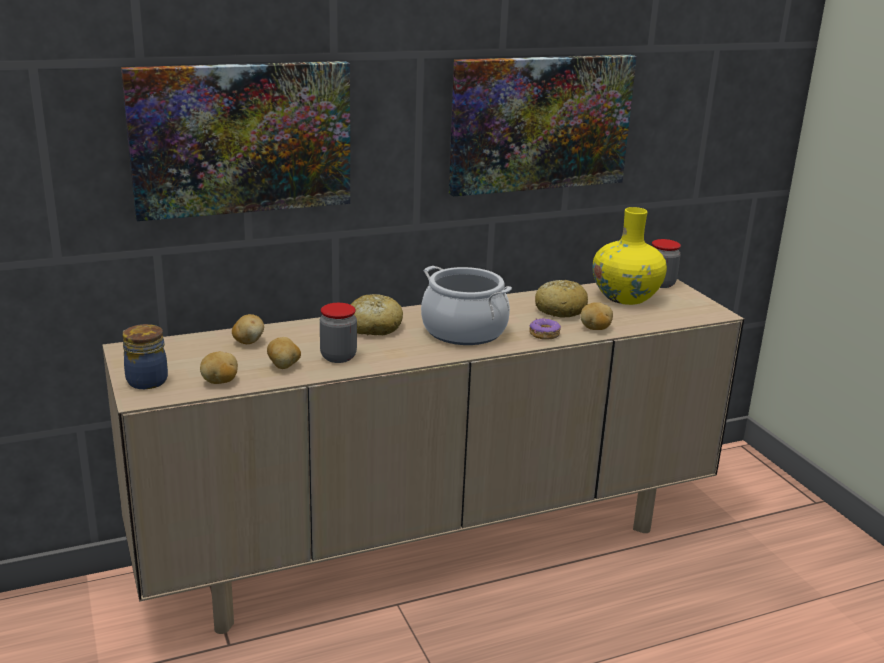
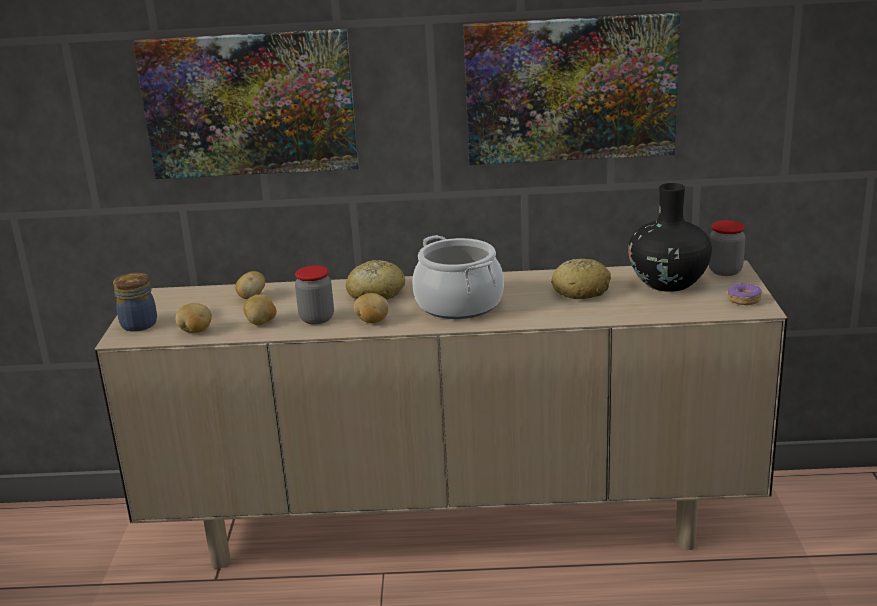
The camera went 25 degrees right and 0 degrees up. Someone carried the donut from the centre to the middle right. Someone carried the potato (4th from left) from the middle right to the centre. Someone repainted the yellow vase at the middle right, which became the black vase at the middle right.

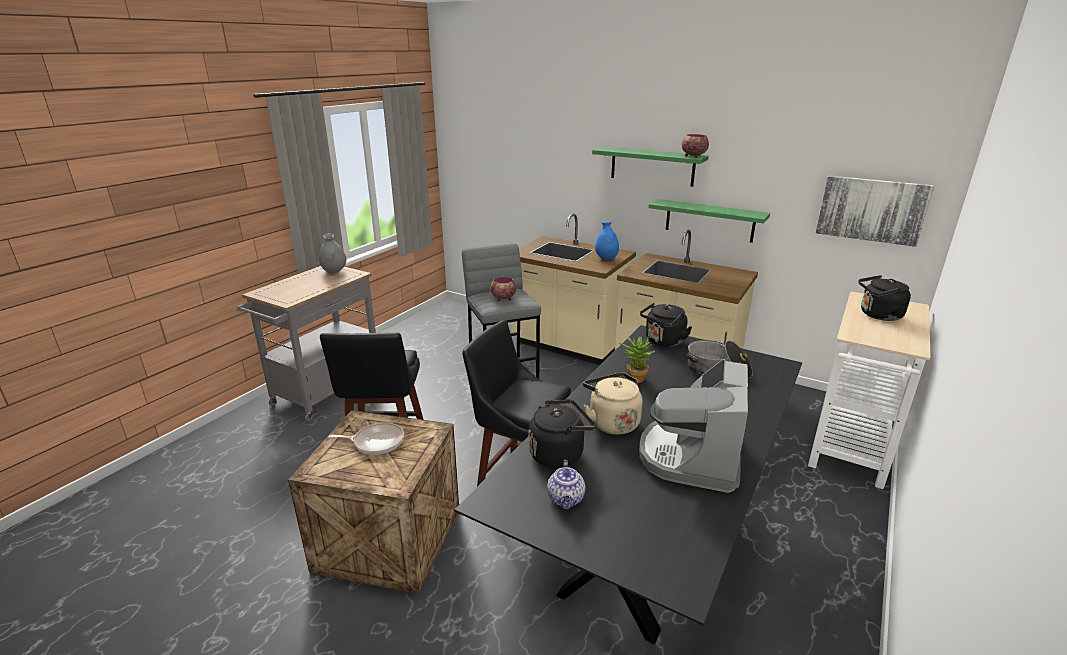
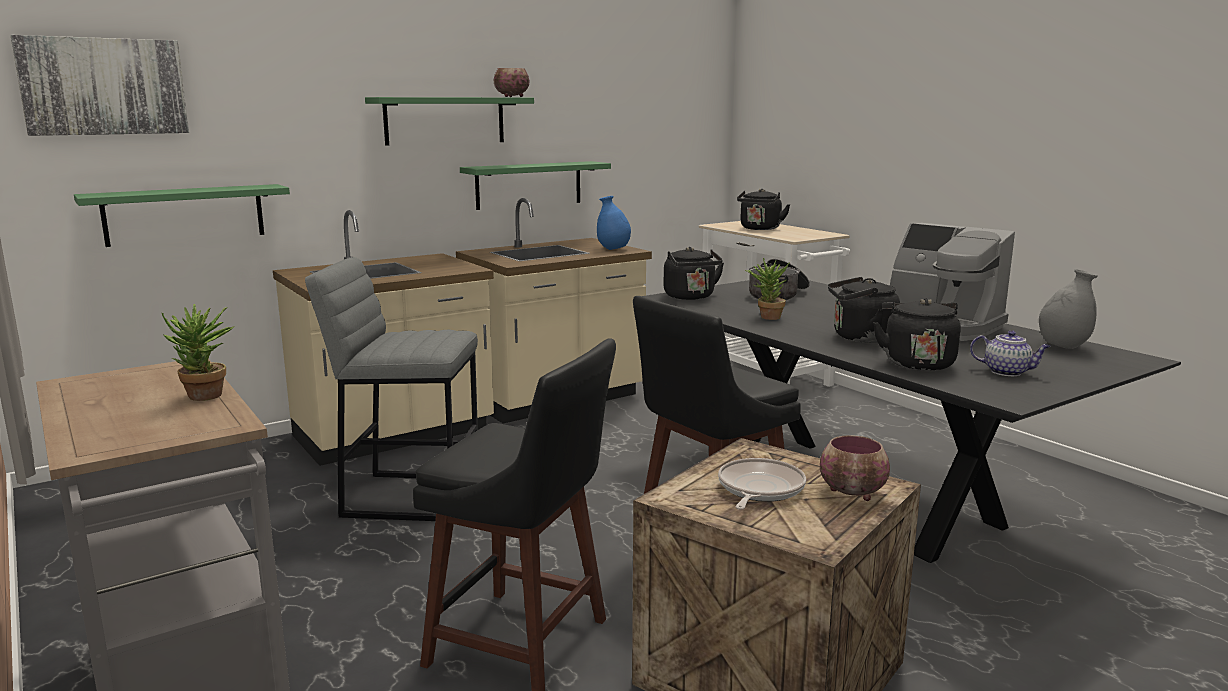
The camera went 65 degrees left and 10 degrees down. Someone carried the grey vase from the middle left to the middle right. Someone carried the bowl (1st from left in the first image) from the centre to the bottom right. Someone repainted the beige kettle at the centre, which became the black kettle (3rd from left) at the middle right. Someone carried the blue vase from the centre to the top centre. Someone carried the picture from the top right to the top left. Someone put up the green shelf (1st from left) at the top left. Someone put down the potted plant (1st from left) at the middle left.

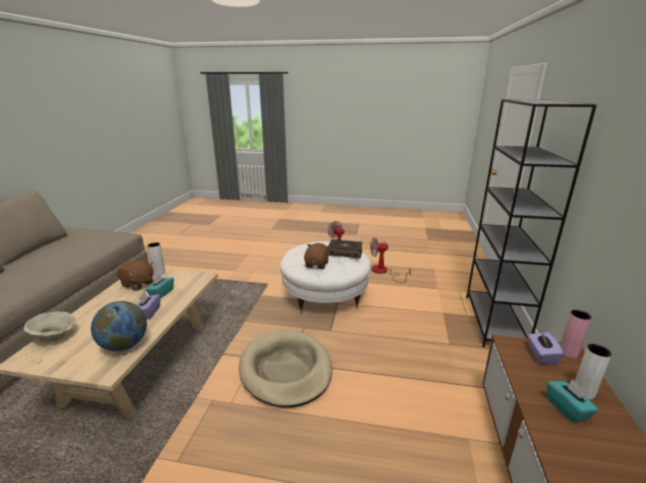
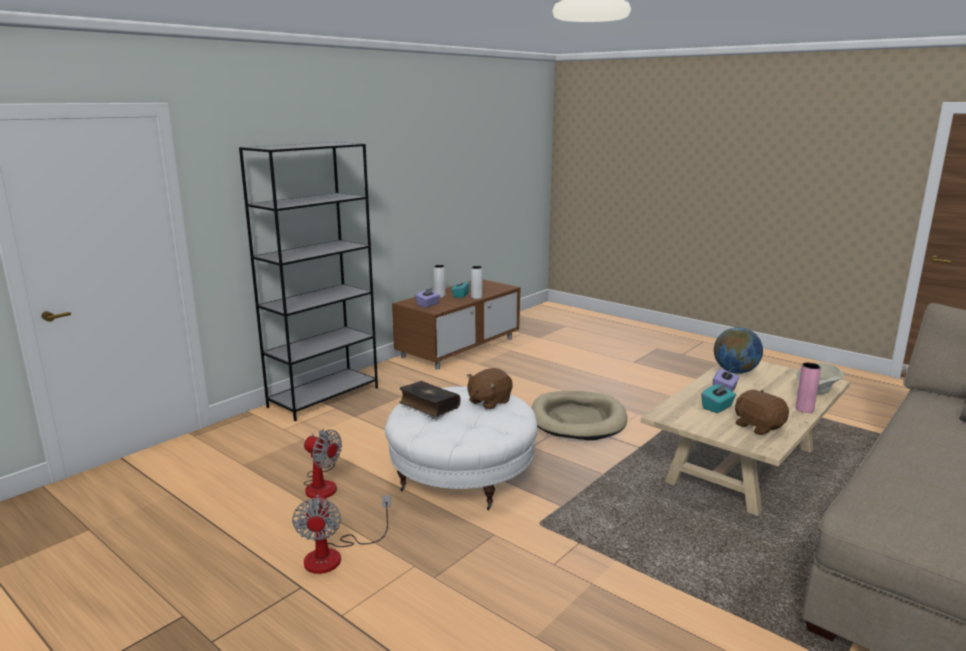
The camera went 150 degrees left and 5 degrees down. Someone carried the white vase (1st from left in the first image) from the middle left to the centre. Someone carried the pink vase from the bottom right to the middle right.

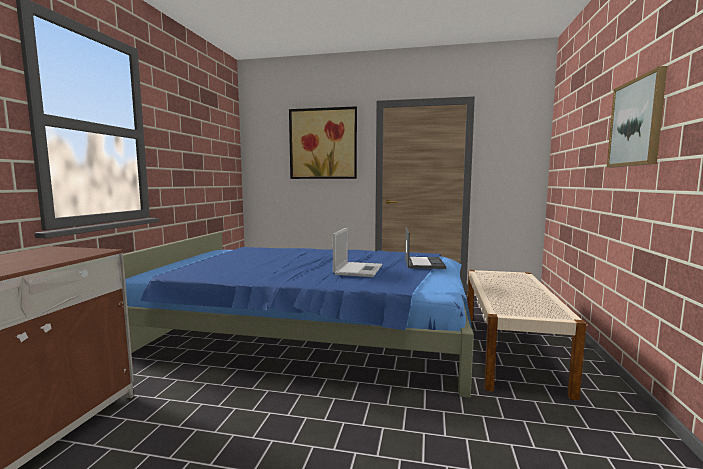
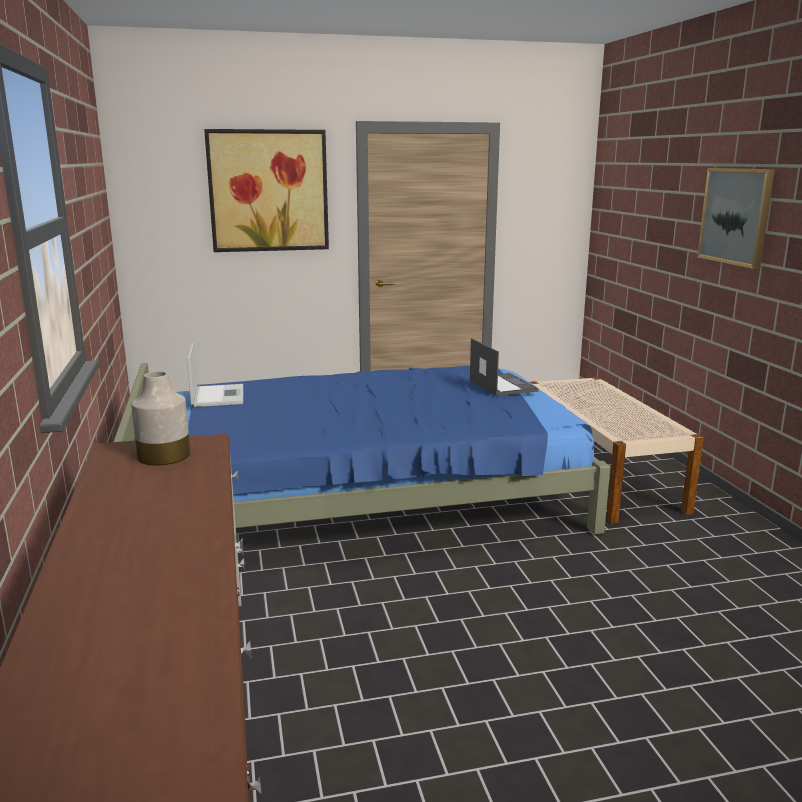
The camera went 25 degrees left and 10 degrees up. Someone carried the laptop (1st from left) from the centre to the middle left. Someone put down the beige vase at the middle left.

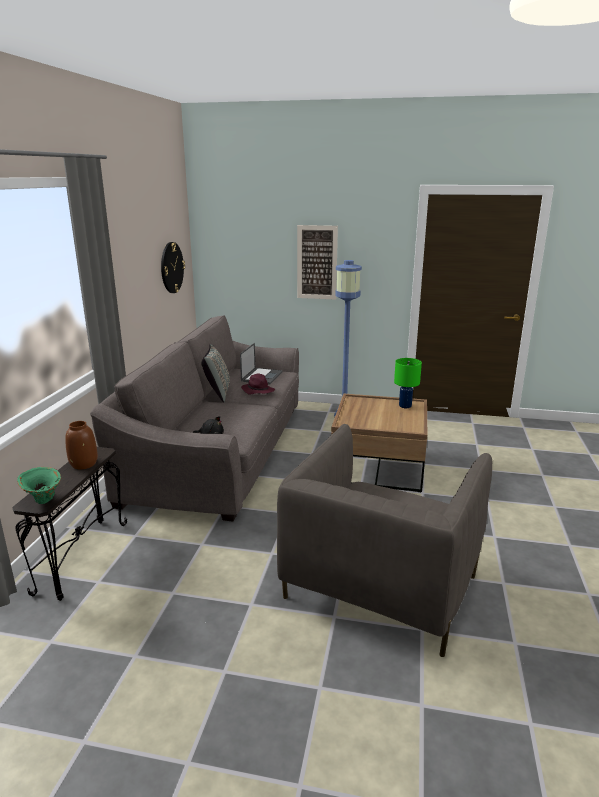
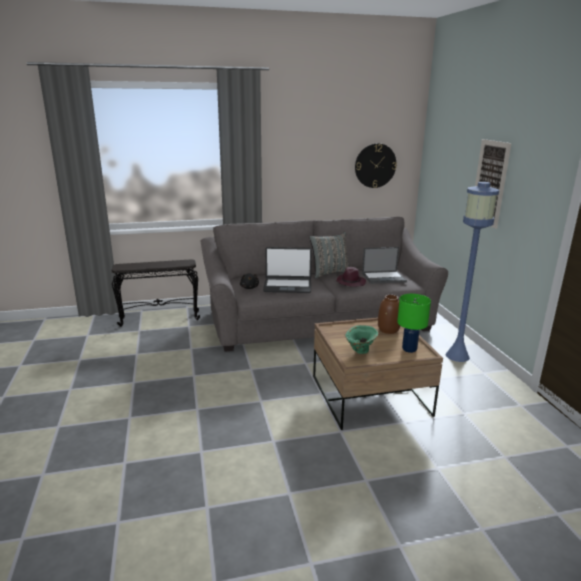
The camera went 65 degrees right and 0 degrees up. Someone carried the green vase from the middle left to the centre. Someone carried the brown vase from the middle left to the middle right. Someone took away the grey armchair at the bottom centre. Someone put down the laptop (1st from left) at the centre.

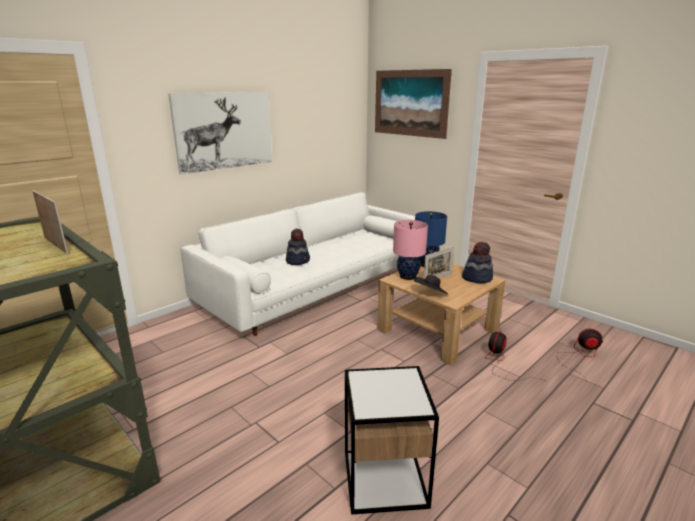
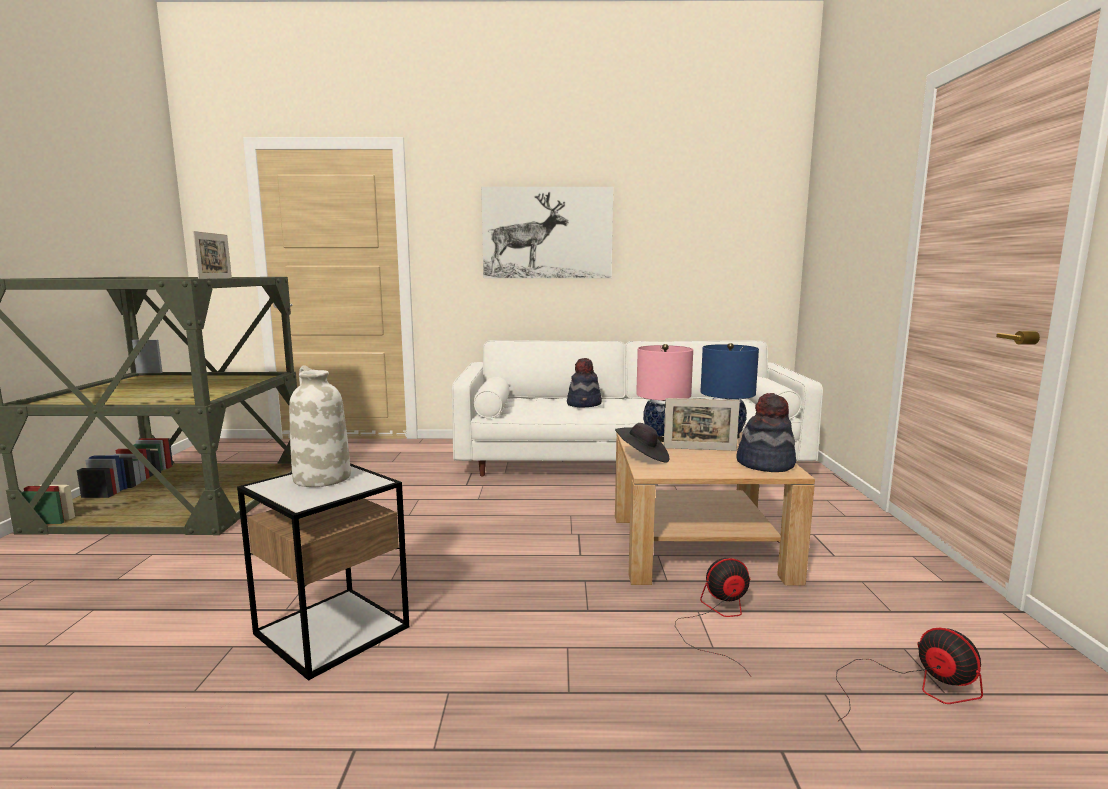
The camera went 45 degrees right and 10 degrees down. Someone took away the picture (2nd from left) at the top centre. Someone put down the white vase at the middle left.

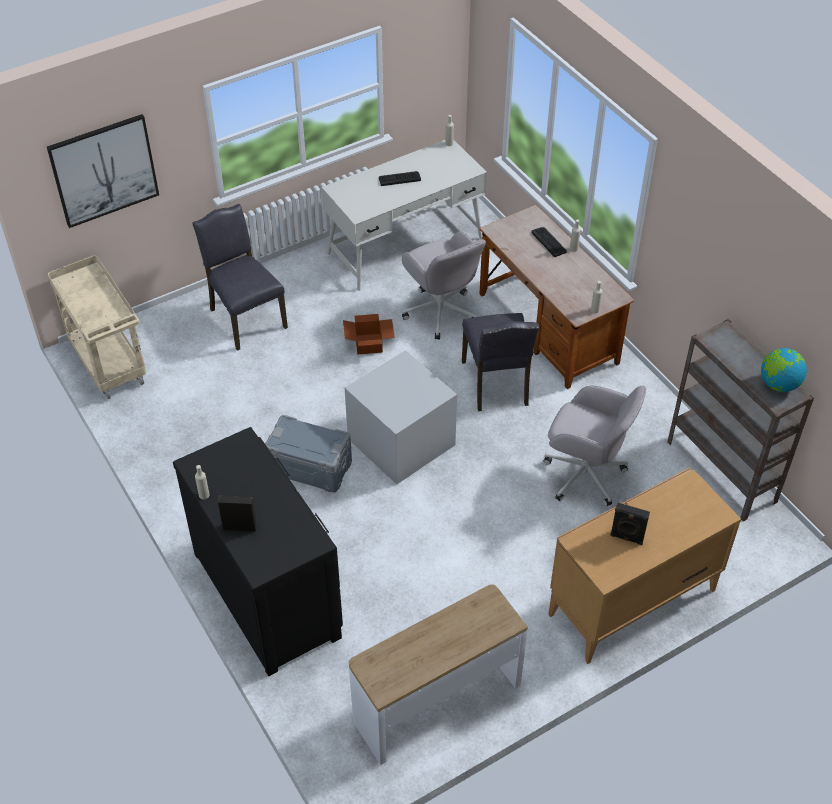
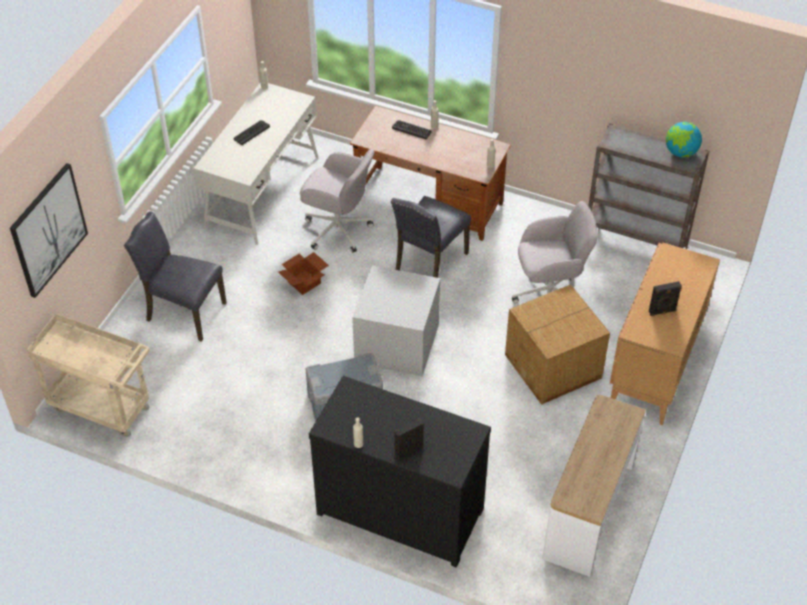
The camera went 35 degrees left and 0 degrees up. Someone rotated the grey chair (2nd from left) at the centre by 75 degrees clockwise. Someone put down the cardboard box (2nd from left) at the middle right.

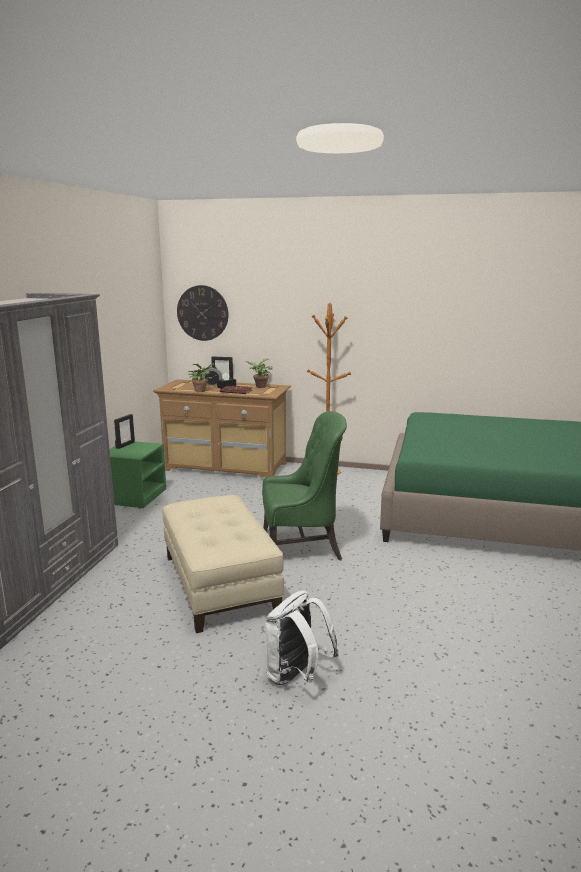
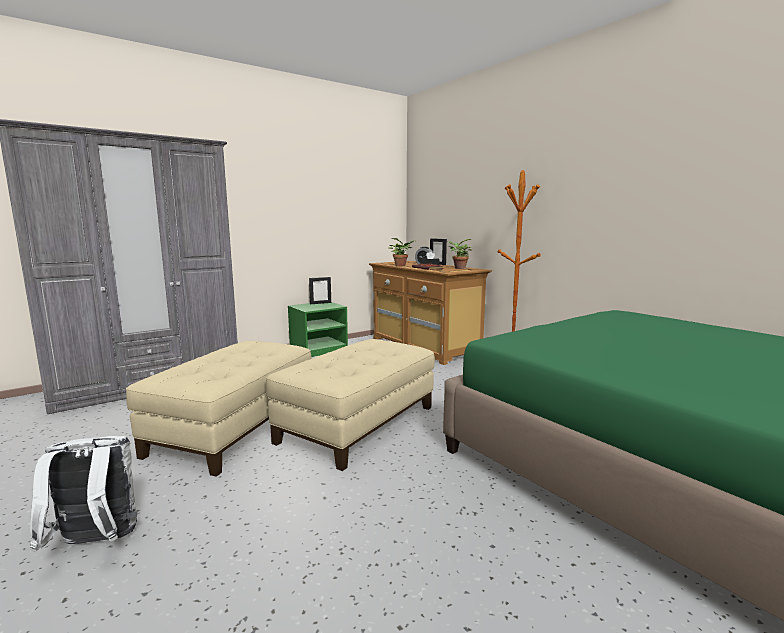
The camera went 40 degrees right and 5 degrees down. Someone took away the wall clock at the centre. Someone swapped the green chair at the centre for the beige ottoman (2nd from left) at the centre.

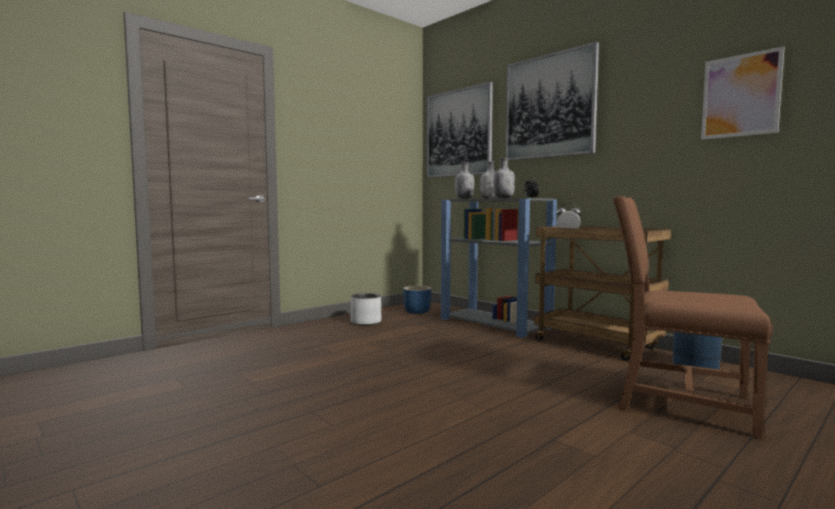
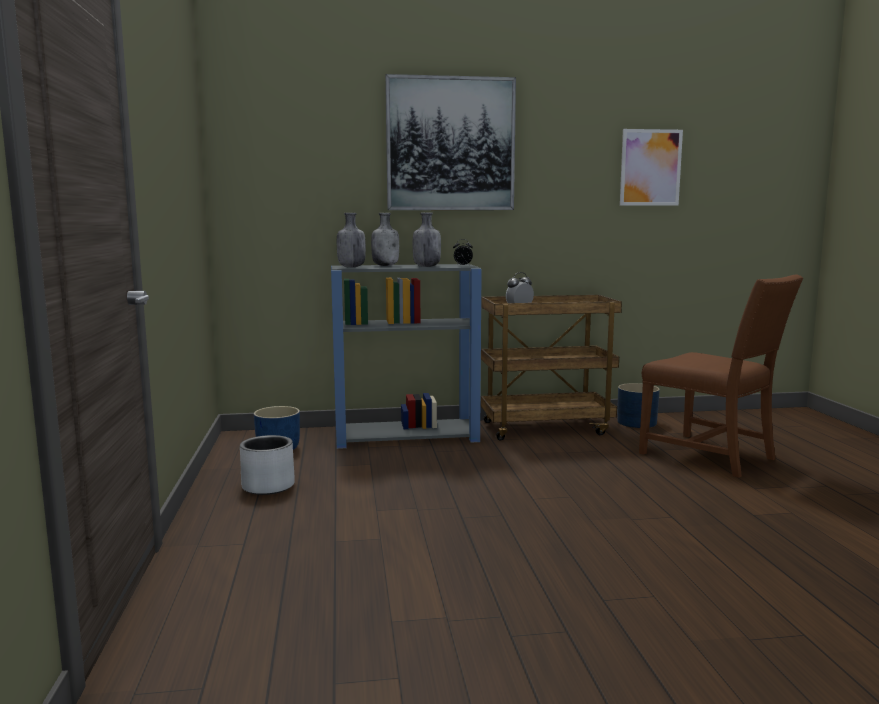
The camera went 55 degrees left and 5 degrees up. Someone took away the picture (1st from left) at the top centre. Someone rotated the brown chair at the middle right by 105 degrees counterclockwise.

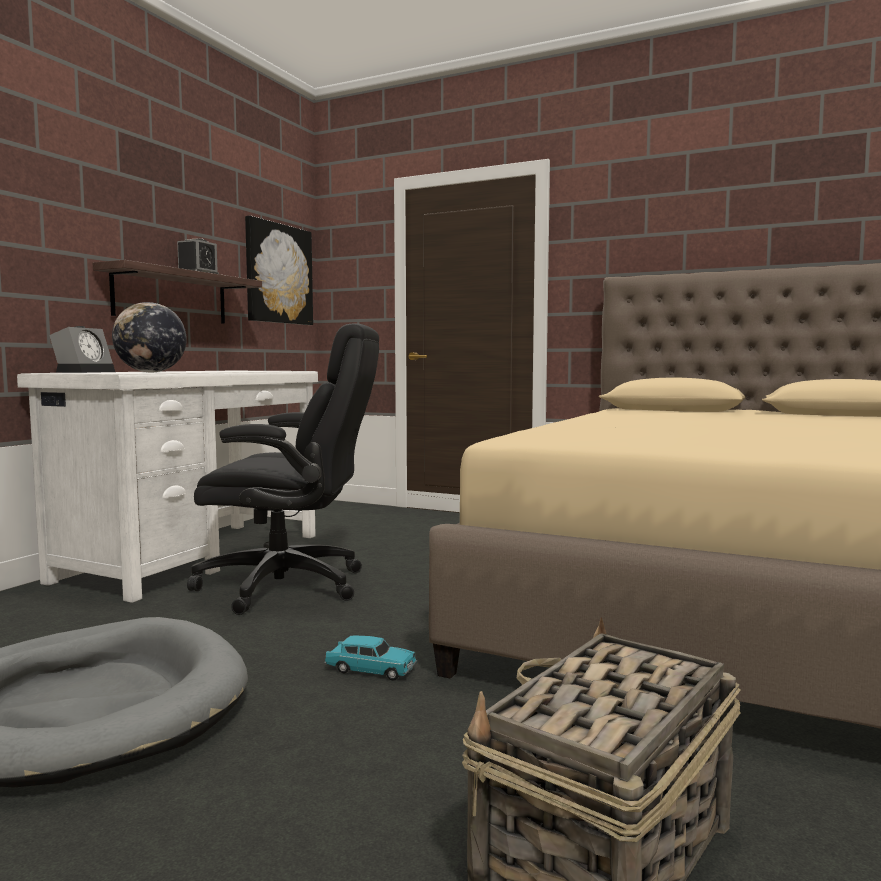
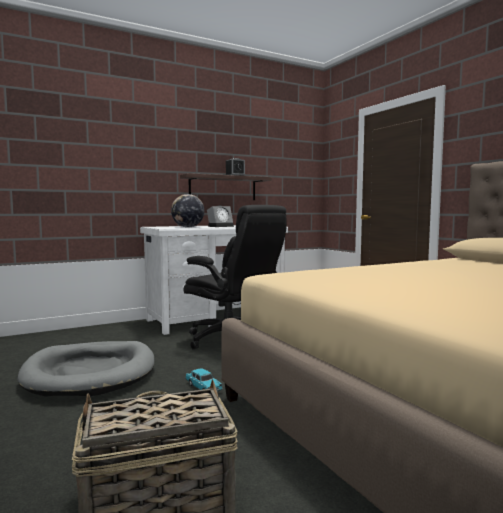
The camera went 35 degrees right and 0 degrees up. Someone carried the alarm clock (1st from left) from the middle left to the centre. Someone took away the picture at the top left.

